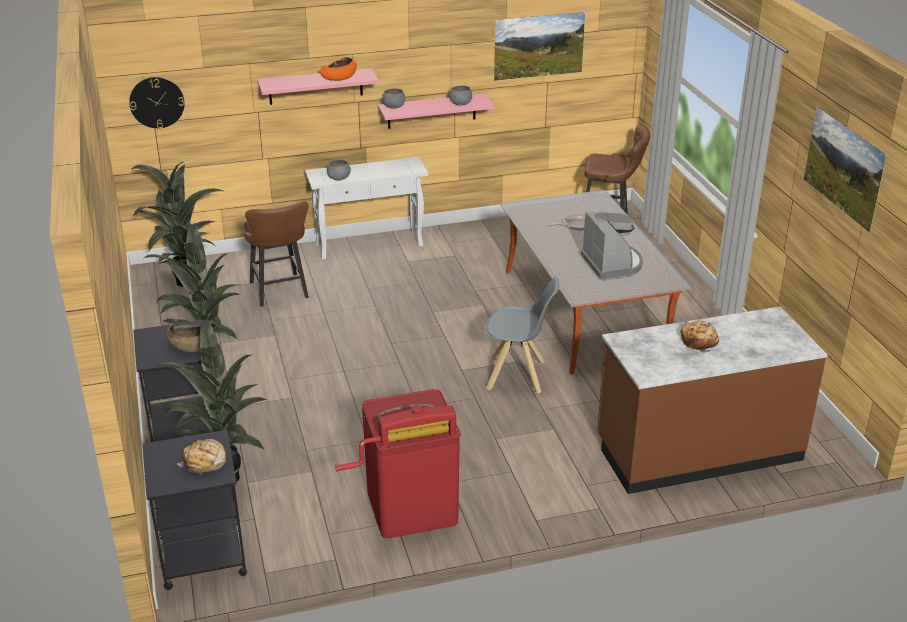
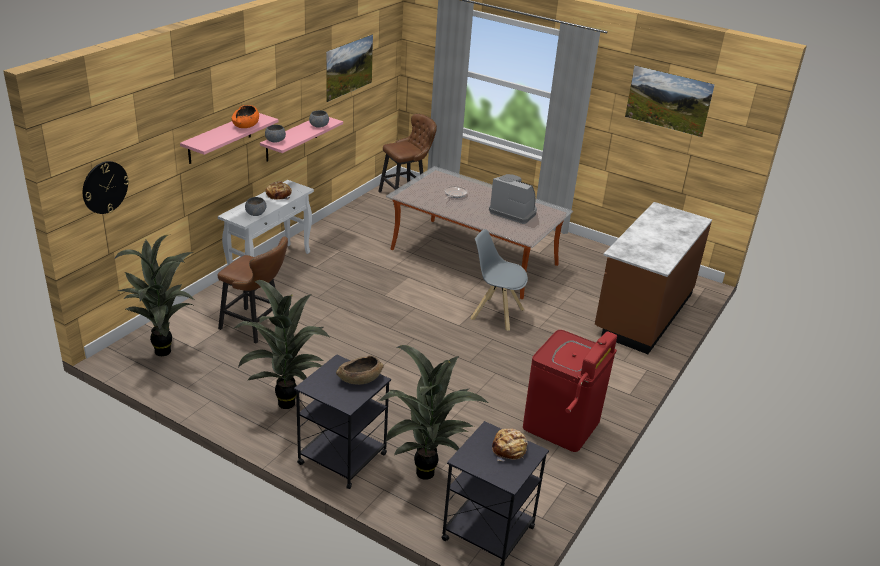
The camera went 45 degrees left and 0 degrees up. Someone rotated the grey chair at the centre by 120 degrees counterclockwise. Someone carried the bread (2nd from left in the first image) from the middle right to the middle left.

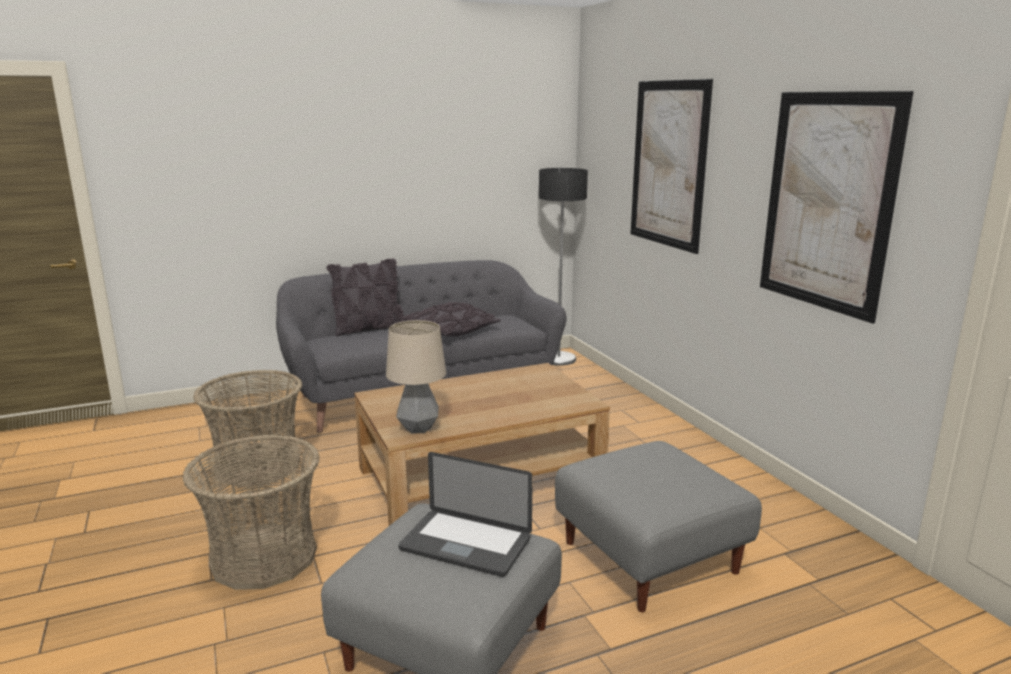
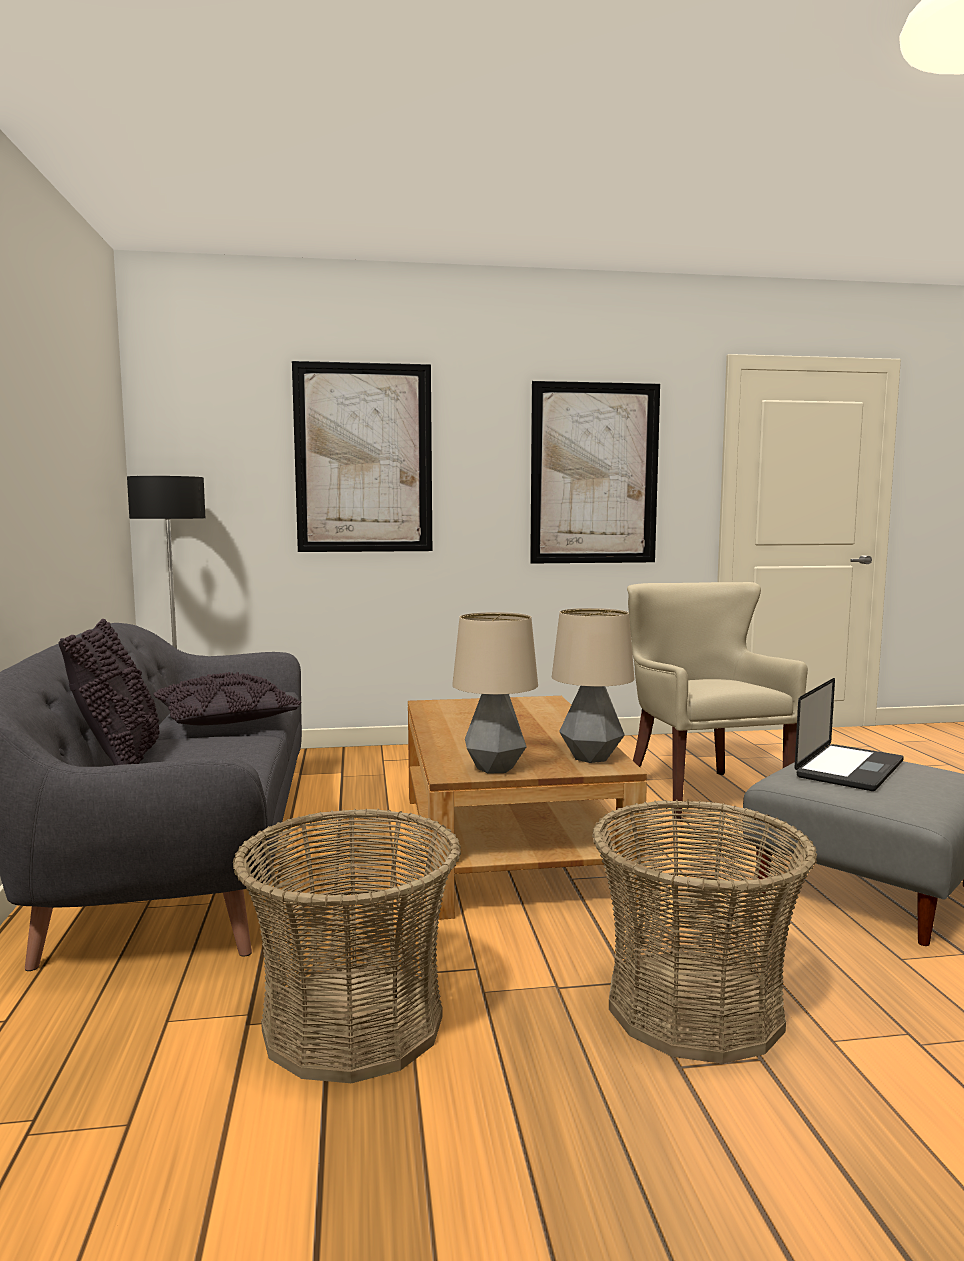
The camera went 75 degrees left and 10 degrees down. Someone swapped the grey ottoman (2nd from left) at the bottom centre for the beige armchair at the middle right. Someone put down the table lamp (1st from left) at the centre.

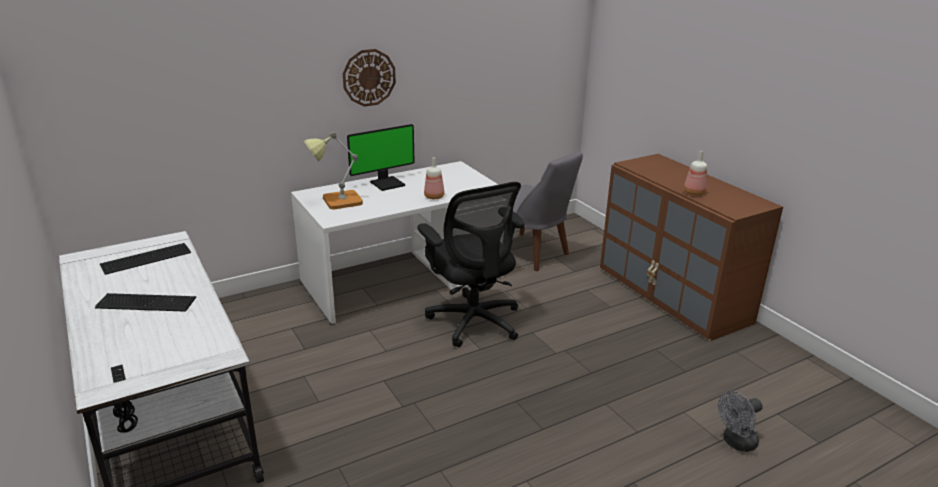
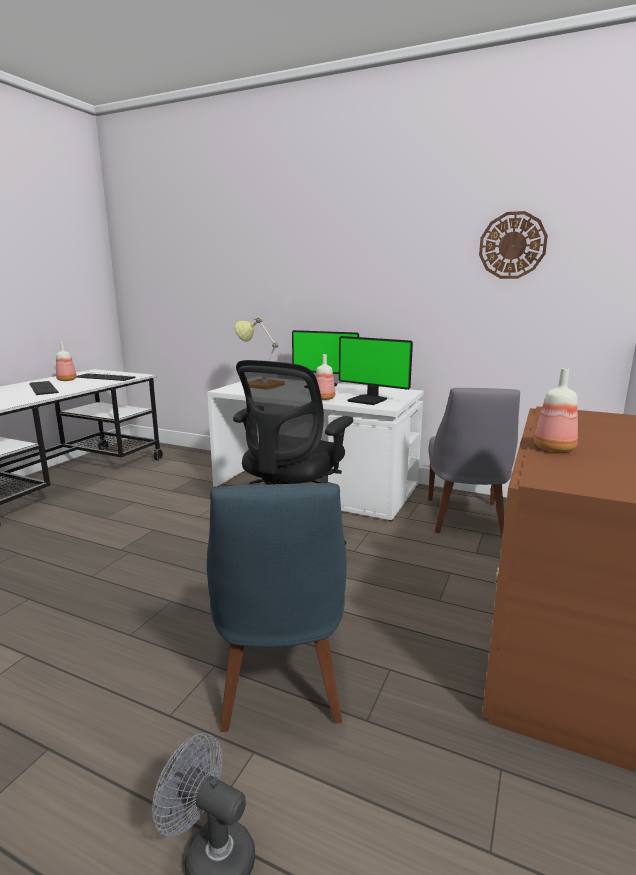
The camera went 55 degrees right and 10 degrees down. Someone carried the wall clock from the top centre to the top right. Someone put down the bottle (1st from left) at the middle left. Someone put down the blue chair at the bottom centre. Someone put down the monitor (2nd from left) at the centre.

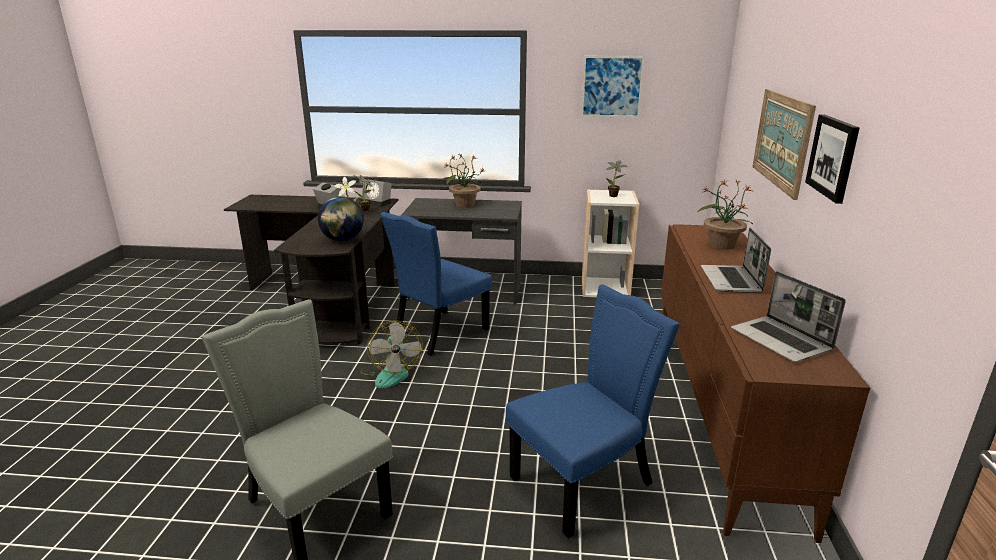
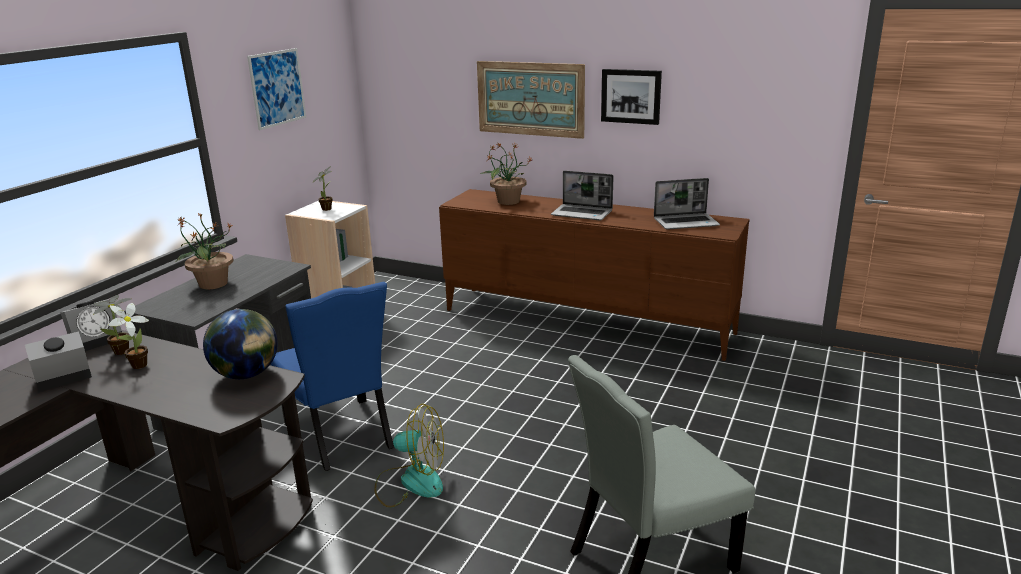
The camera went 70 degrees left and 0 degrees up. Someone took away the blue chair (2nd from left) at the bottom centre.

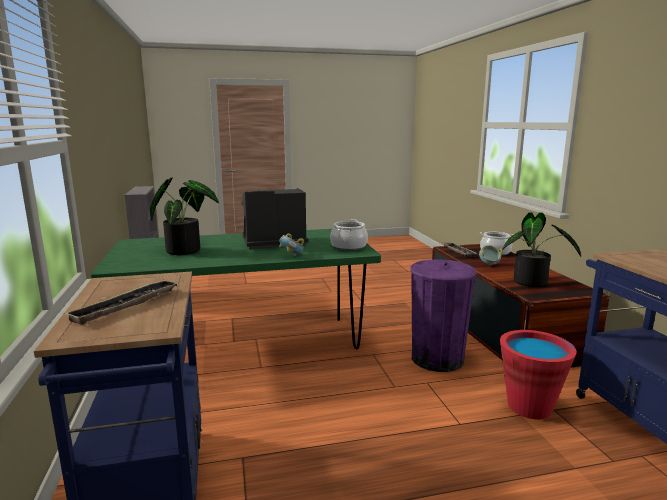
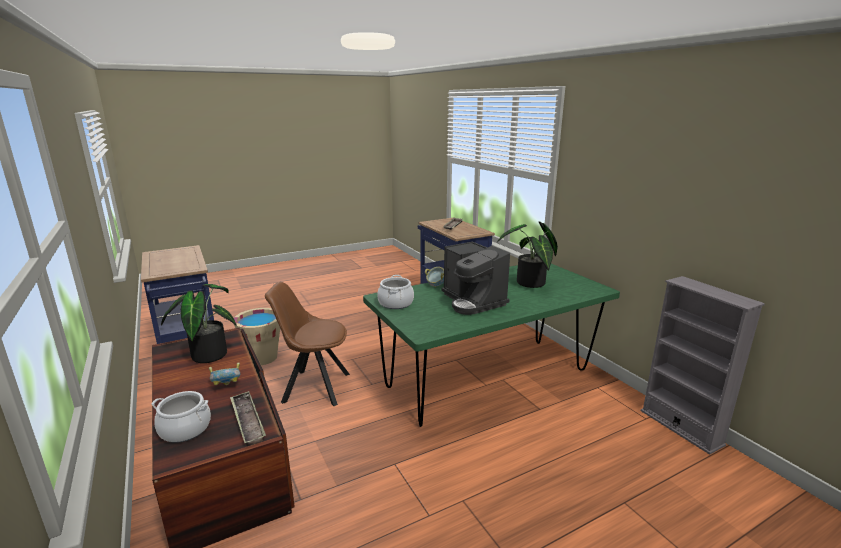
The camera went 165 degrees right and 5 degrees up. Someone rotated the coffee machine at the centre by 90 degrees clockwise. Someone swapped the purple trash can at the centre for the brown chair at the centre. Someone repainted the red bucket at the bottom right, which became the beige bucket at the middle left.

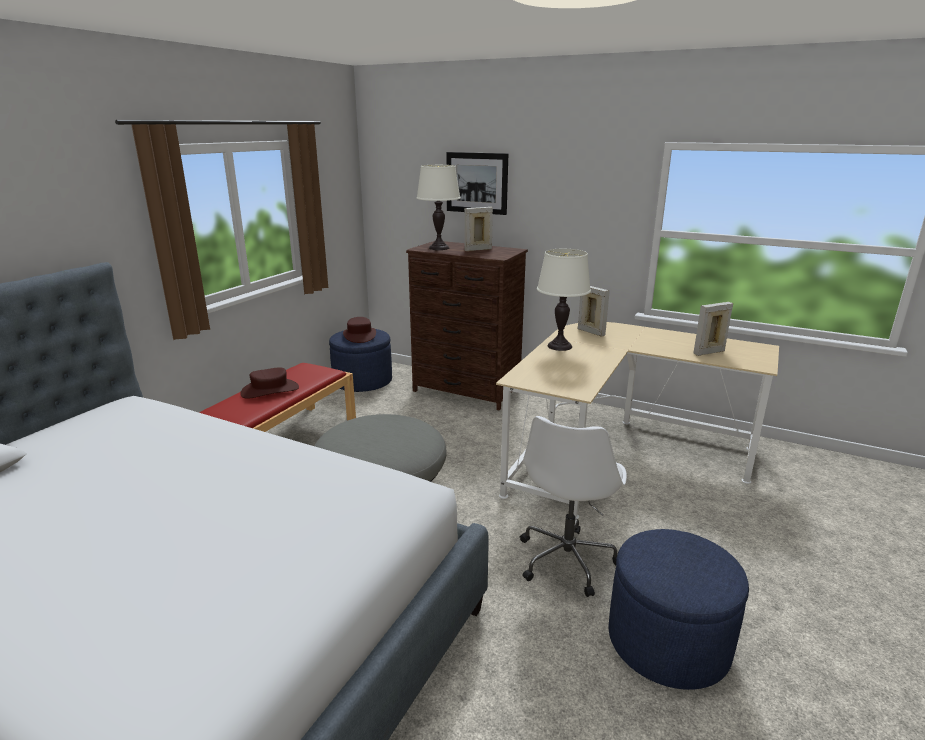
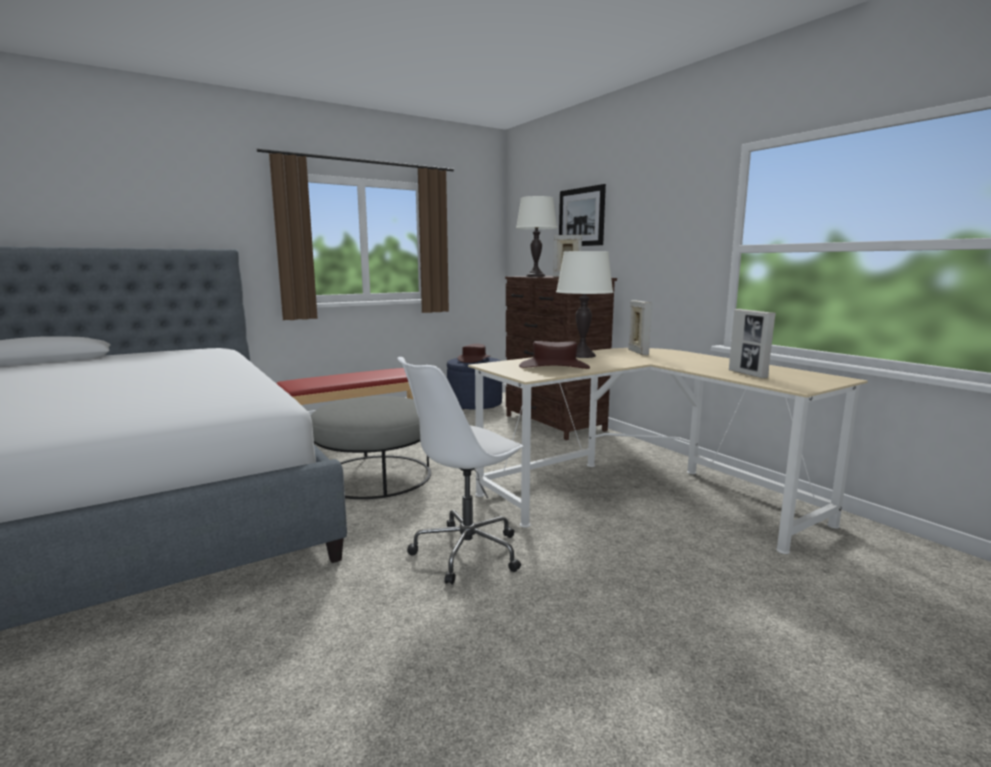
The camera went 30 degrees right and 10 degrees down. Someone carried the brown hat (1st from left in the first image) from the middle left to the centre. Someone took away the blue ottoman (2nd from left) at the bottom right. Someone rotated the picture frame (3rd from left) at the middle right by 120 degrees counterclockwise.

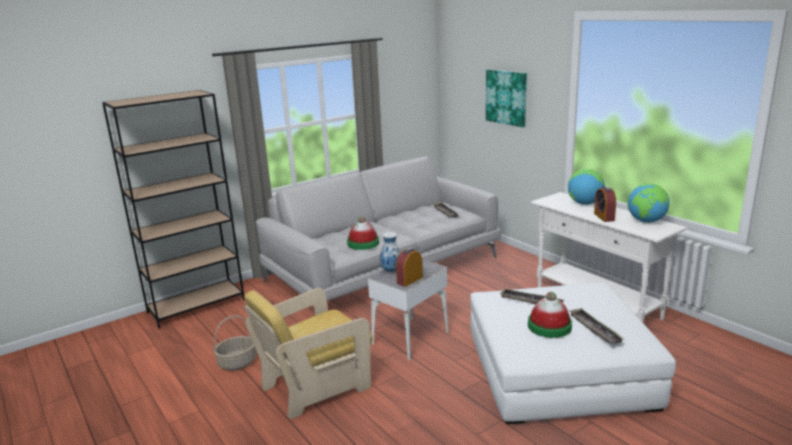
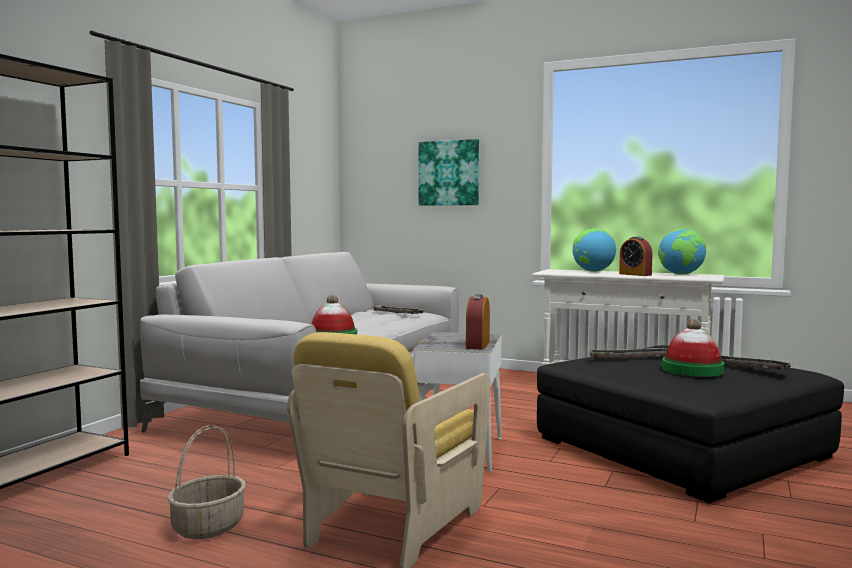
The camera went 30 degrees left and 15 degrees down. Someone took away the vase at the centre. Someone repainted the white ottoman at the bottom right, which became the black ottoman at the bottom right.

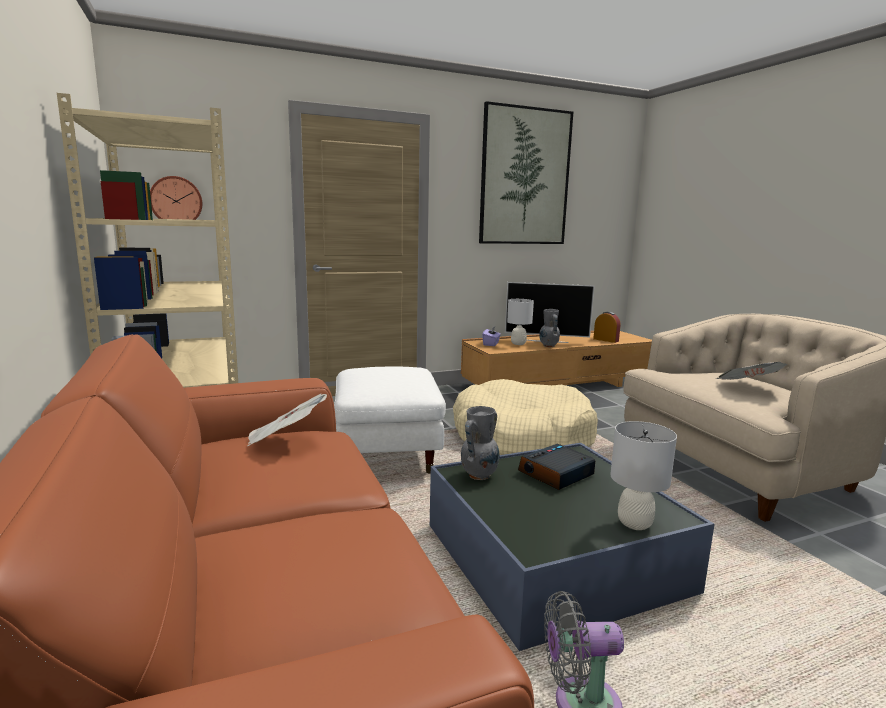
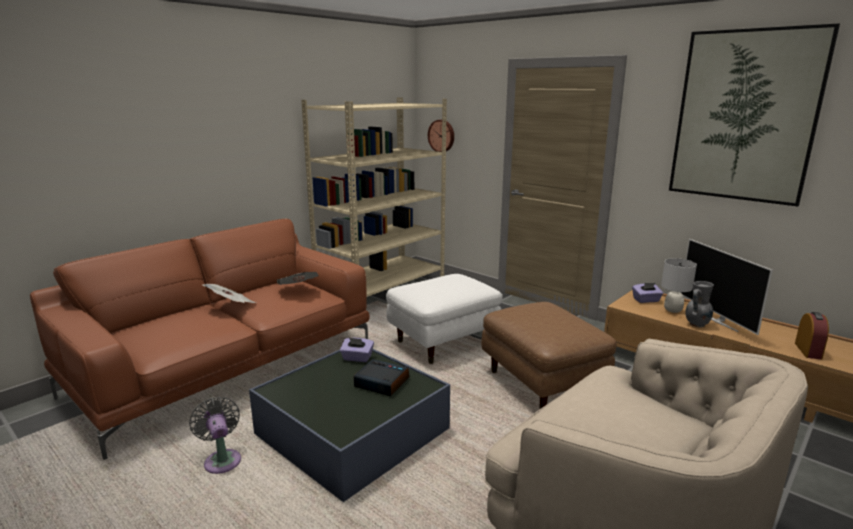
The camera went 65 degrees right and 5 degrees up. Someone swapped the beige dog bed at the centre for the brown ottoman at the bottom centre. Someone swapped the grey vase (1st from left) at the centre for the purple tissue box (1st from left) at the centre. Someone took away the grey table lamp (2nd from left) at the bottom right. Someone carried the newspaper (2nd from left in the first image) from the middle right to the middle left.

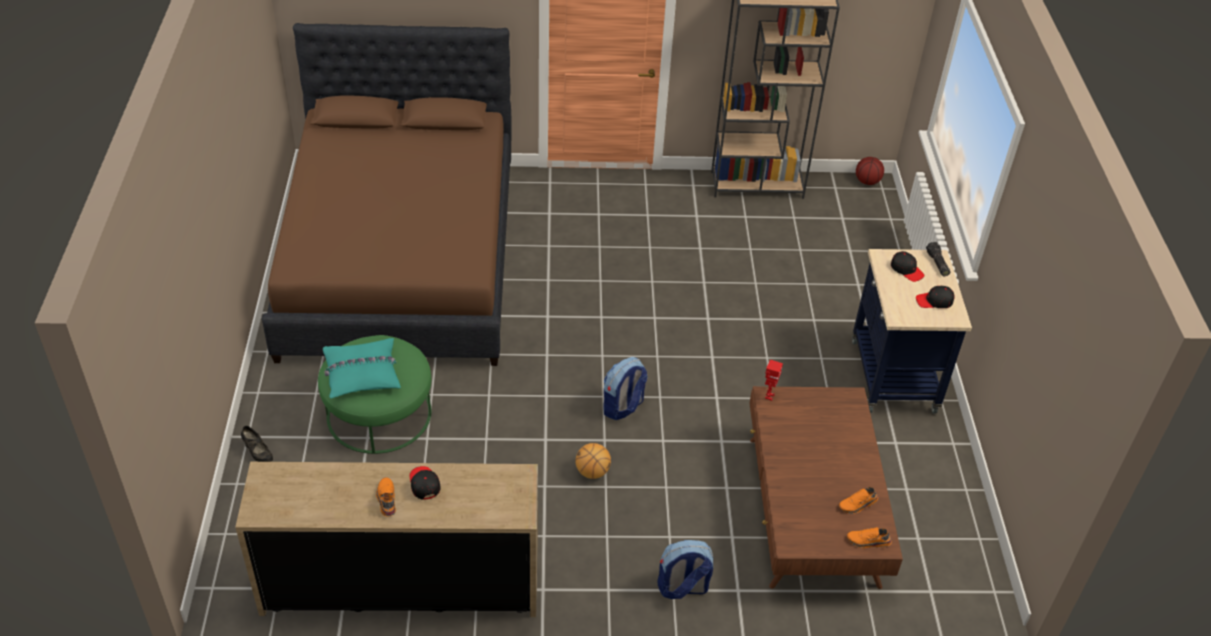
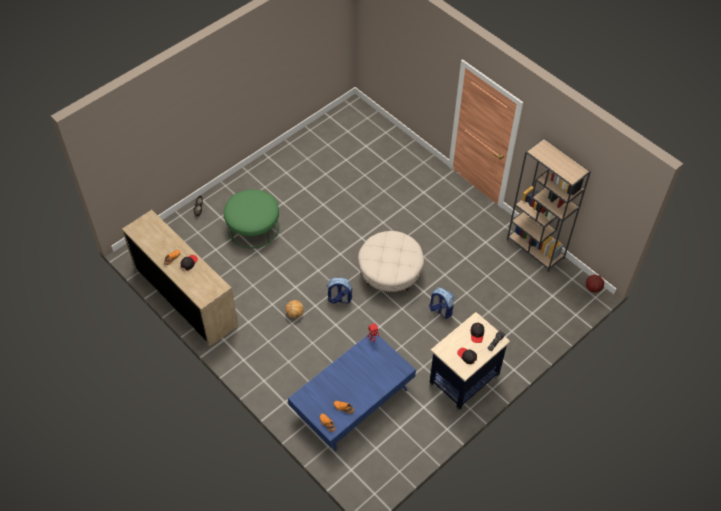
The camera went 50 degrees right and 10 degrees up. Someone took away the brown bed at the top left. Someone took away the turquoise pillow at the middle left. Someone carried the backpack (2nd from left) from the bottom centre to the centre. Someone repainted the brown coffee table at the bottom right, which became the blue coffee table at the bottom centre. Someone put down the beige ottoman at the centre.

